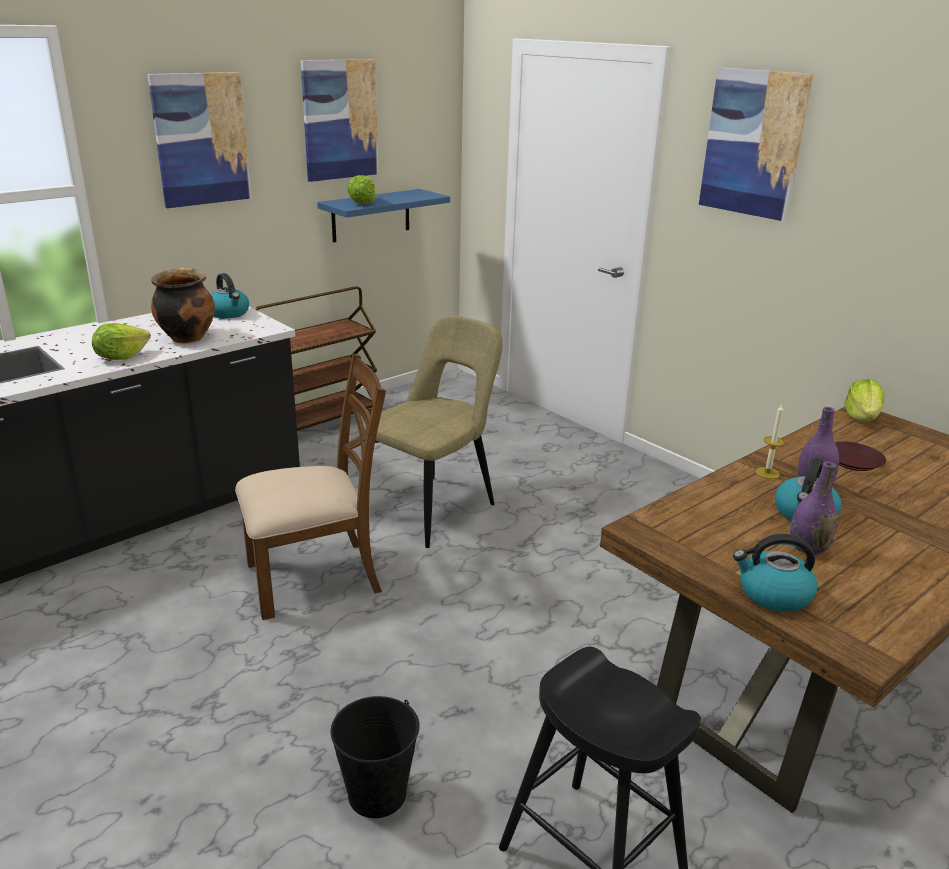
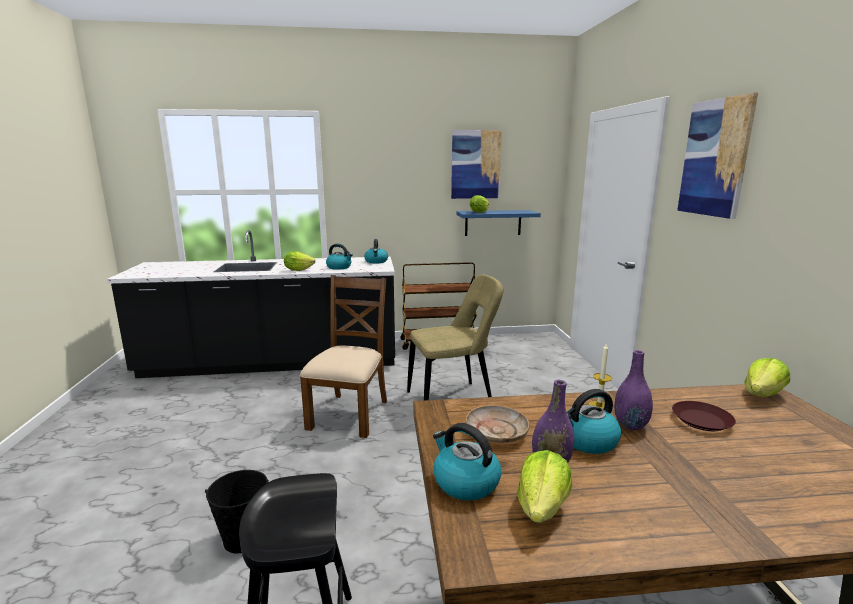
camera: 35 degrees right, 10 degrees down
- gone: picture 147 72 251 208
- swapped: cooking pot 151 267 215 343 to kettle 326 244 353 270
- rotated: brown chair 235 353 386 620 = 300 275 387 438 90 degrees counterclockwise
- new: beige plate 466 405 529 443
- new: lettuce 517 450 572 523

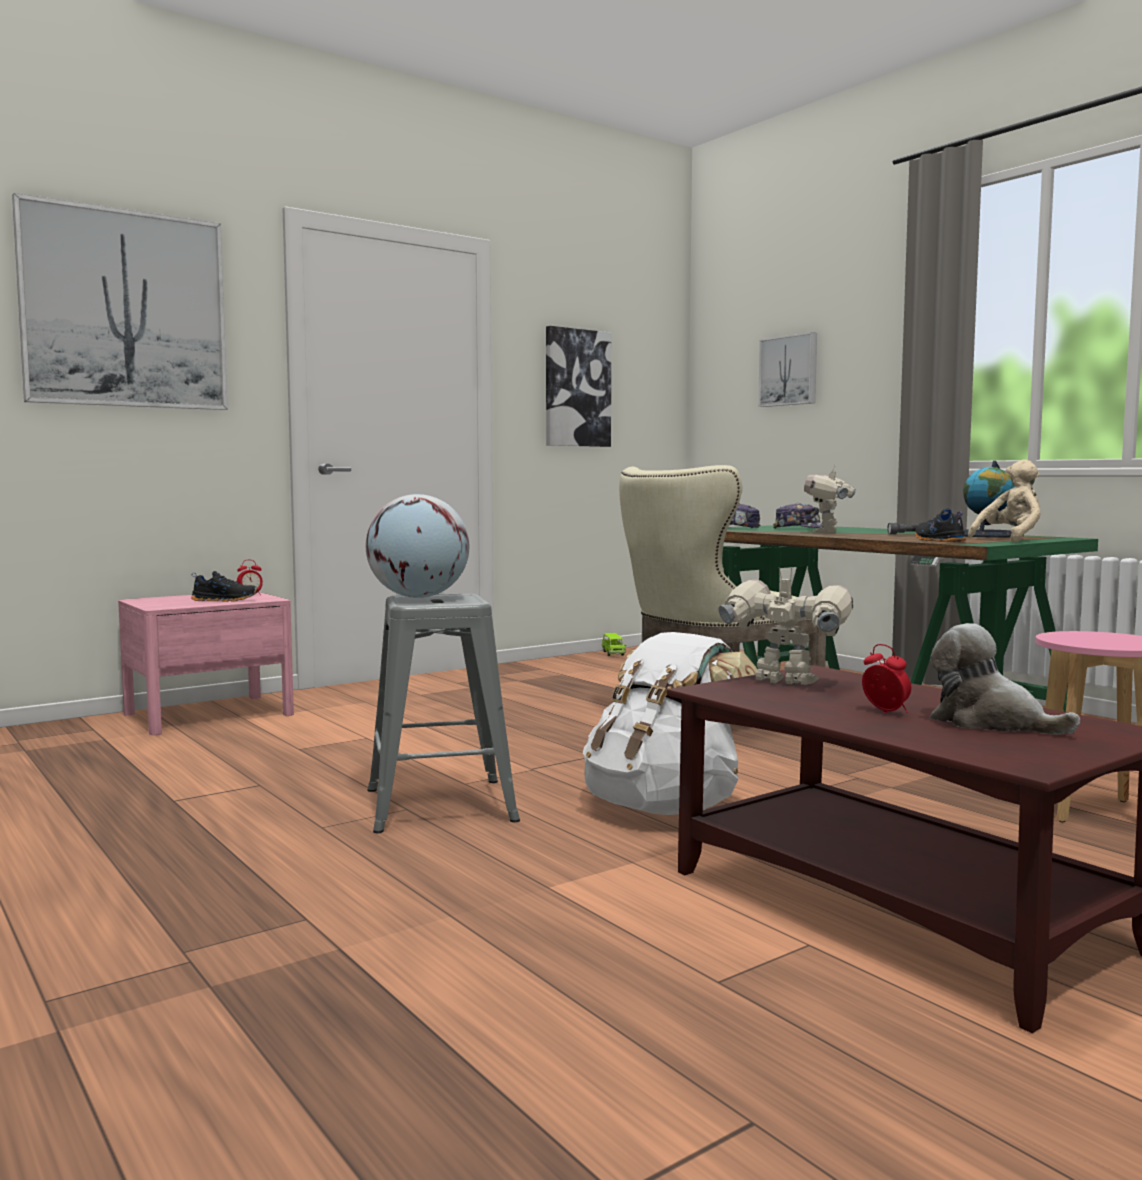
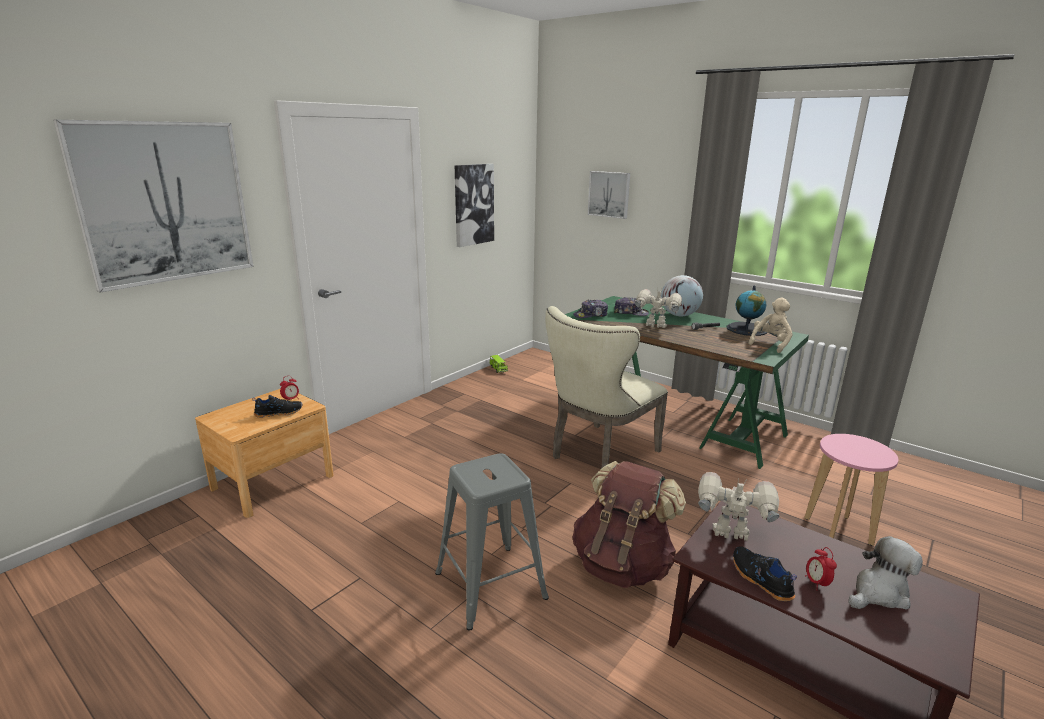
camera: 15 degrees left, 15 degrees up
- repainted: pink nightstand 118 592 294 735 to brown nightstand 195 389 334 518
- shifted: globe 366 494 469 598 to 661 275 703 316
- repainted: white backpack 583 632 757 815 to brown backpack 572 461 686 588
- rotated: toy robot 804 465 856 533 = 635 287 682 328 105 degrees clockwise
- rotated: alarm clock 862 644 911 713 = 805 547 837 590 135 degrees counterclockwise
- shifted: black shoe 915 509 966 542 to 733 547 797 601
- rotated: plush toy 930 623 1080 735 = 848 536 923 610 120 degrees clockwise

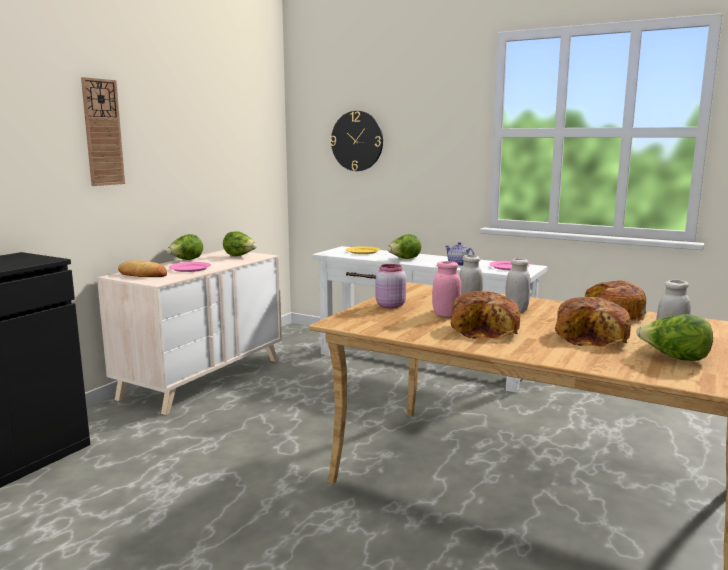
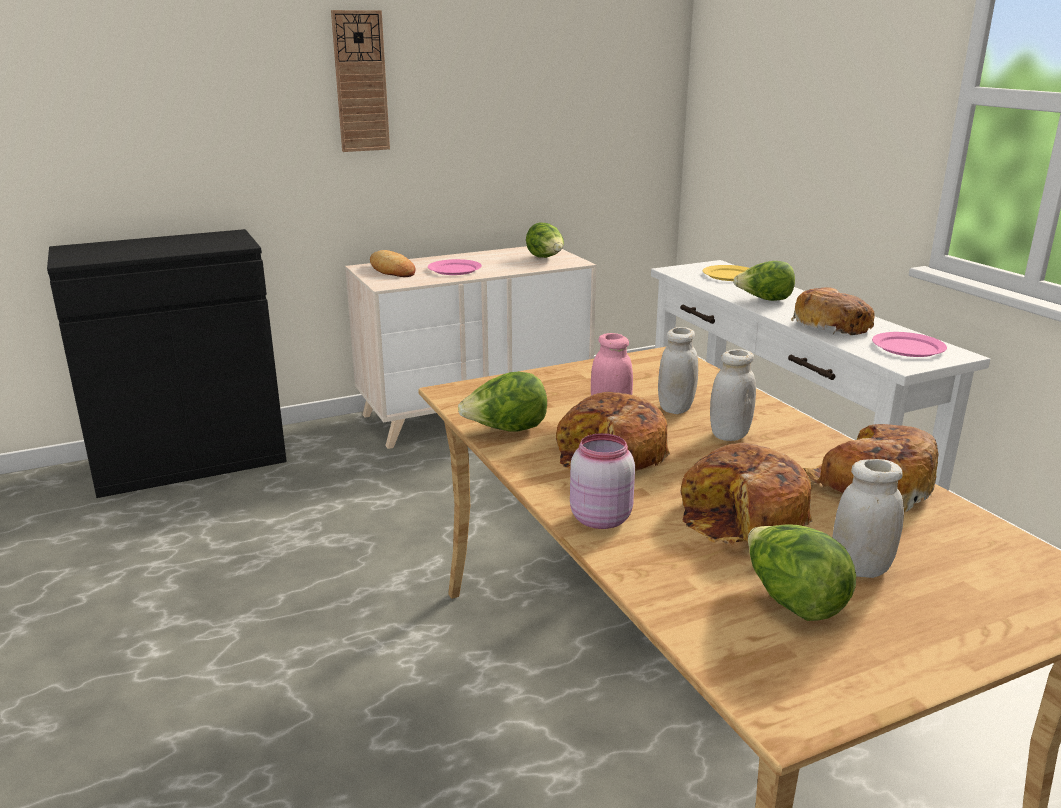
camera: 35 degrees right, 10 degrees up
- shifted: lettuce 167 234 203 260 to 458 372 547 432
- gone: wall clock 330 111 383 171
- shifted: pink jar 376 264 406 308 to 570 433 635 529
- swapped: teapot 445 242 475 266 to bread 791 287 875 335

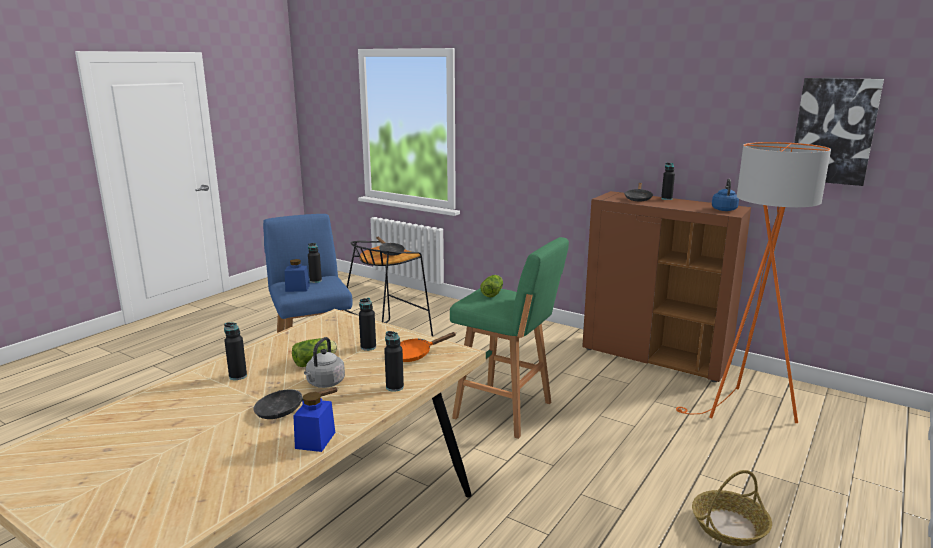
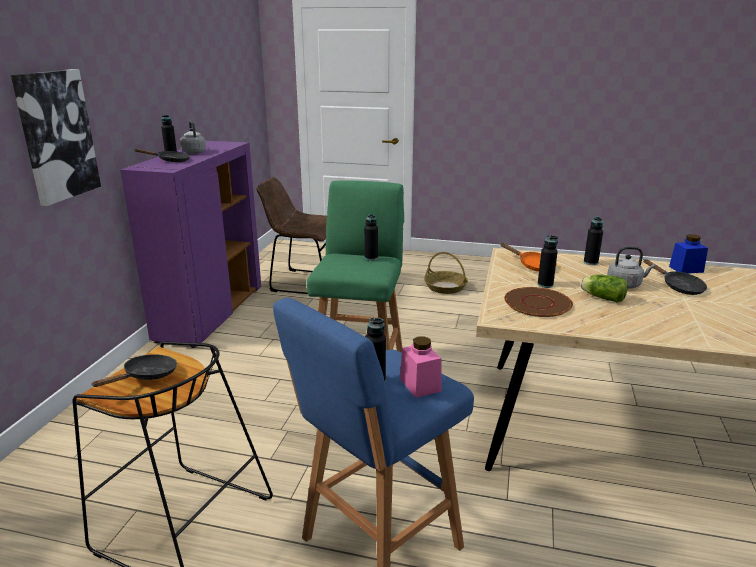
camera: 110 degrees left, 5 degrees up
- shifted: black bottle 224 322 247 380 to 364 214 378 261
- repainted: blue jar 285 259 310 292 to pink jar 400 337 442 398
- gone: lettuce 480 275 503 297
- repainted: brown cabinet 582 191 751 382 to purple cabinet 120 141 261 348
- swapped: orange floor lamp 676 142 831 423 to brown chair 257 177 327 294
- gone: blue kettle 712 179 739 211
- shifted: picture 794 78 884 186 to 11 69 101 206
- new: grey kettle 180 121 206 153
- new: brown plate 504 287 573 317

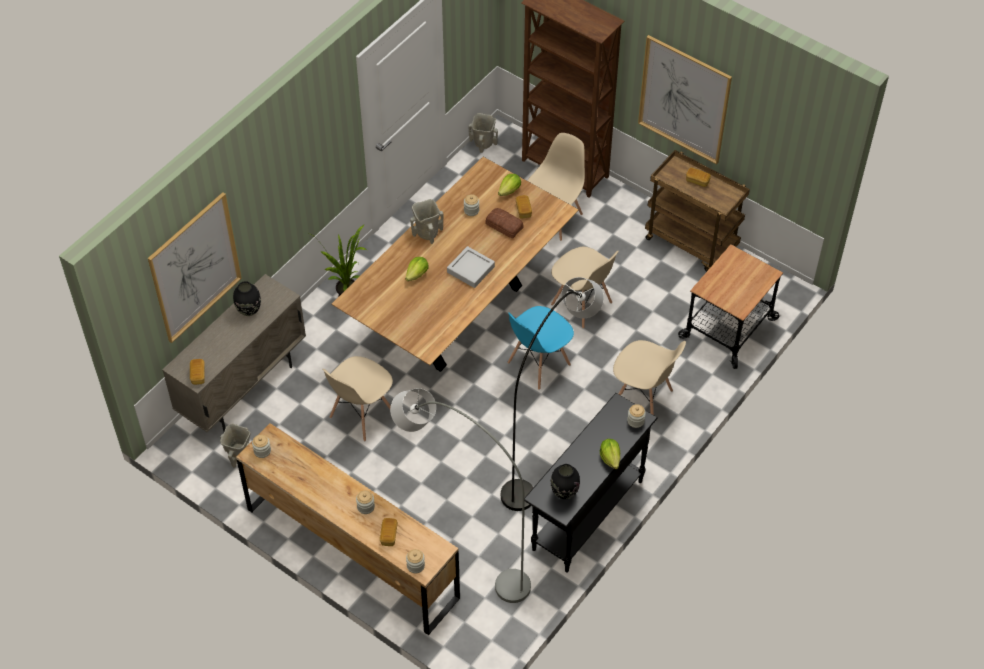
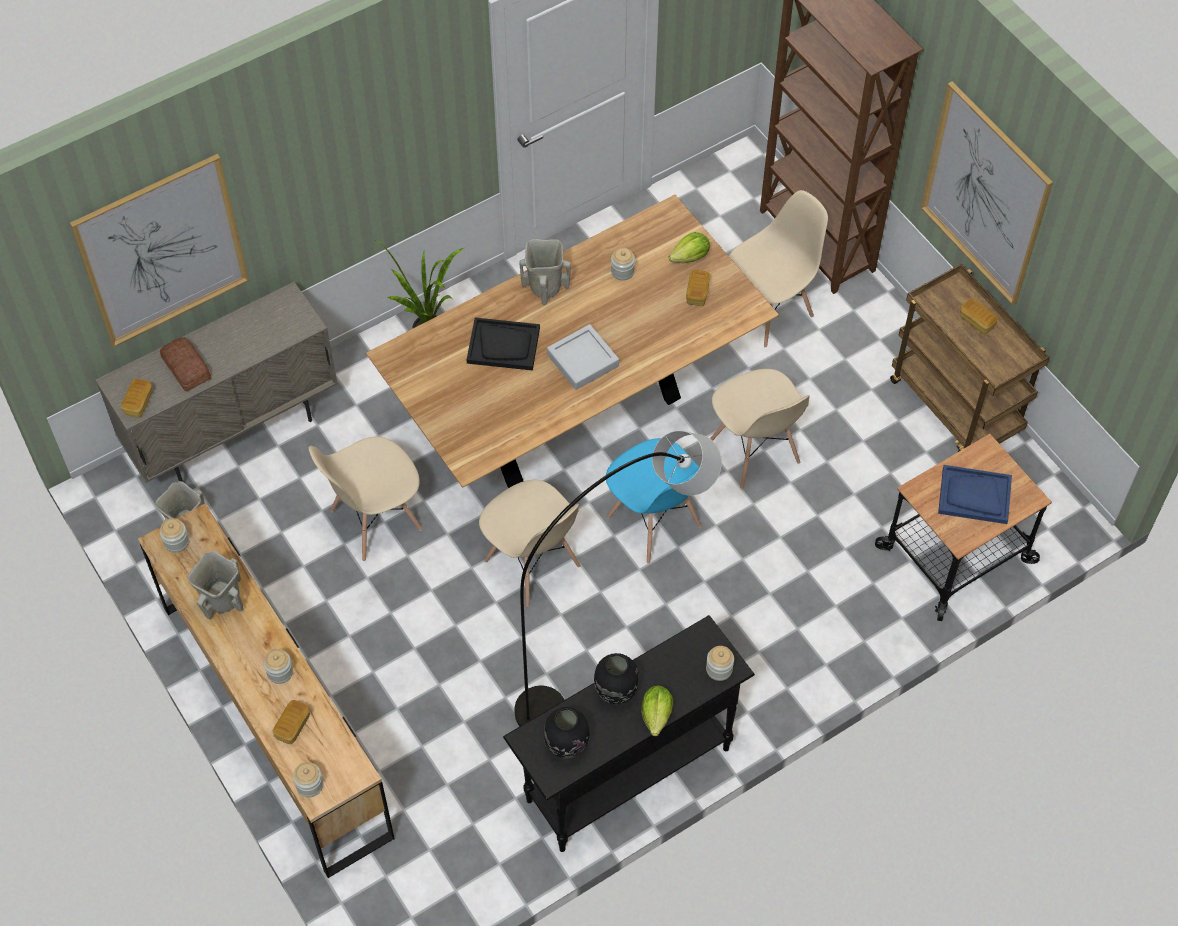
camera: 20 degrees right, 5 degrees up
- shifted: black vase 233 281 261 316 to 594 653 639 704
- gone: grey floor lamp 390 388 531 603
- swapped: lettuce 405 257 429 281 to black tray 467 318 540 371
- shifted: beige vase 469 113 498 153 to 188 551 244 619
- shifted: bread 485 208 524 239 to 160 337 212 392
- rotated: blue chair 507 306 574 390 = 606 438 702 564 105 degrees counterclockwise
- shifted: beige chair 613 340 686 415 to 479 480 581 607
- new: blue tray 938 465 1012 524

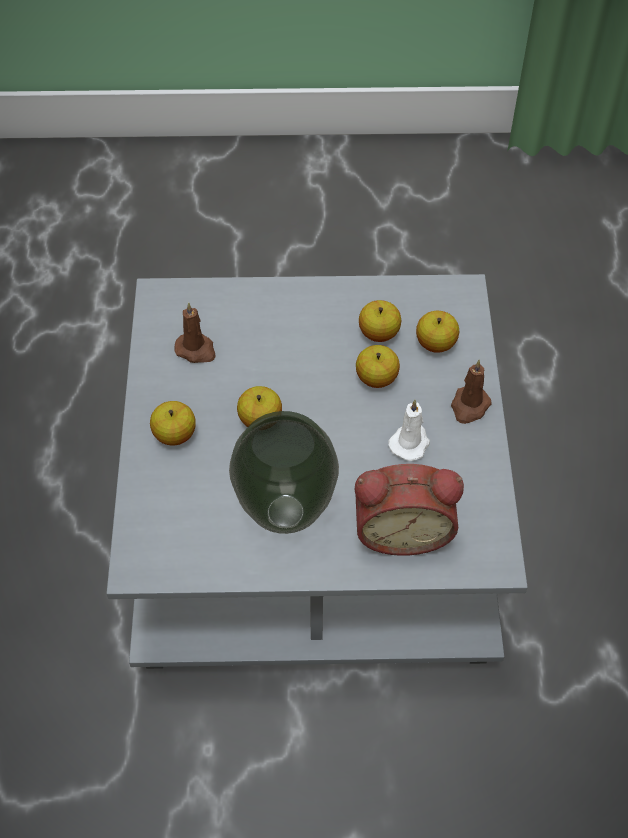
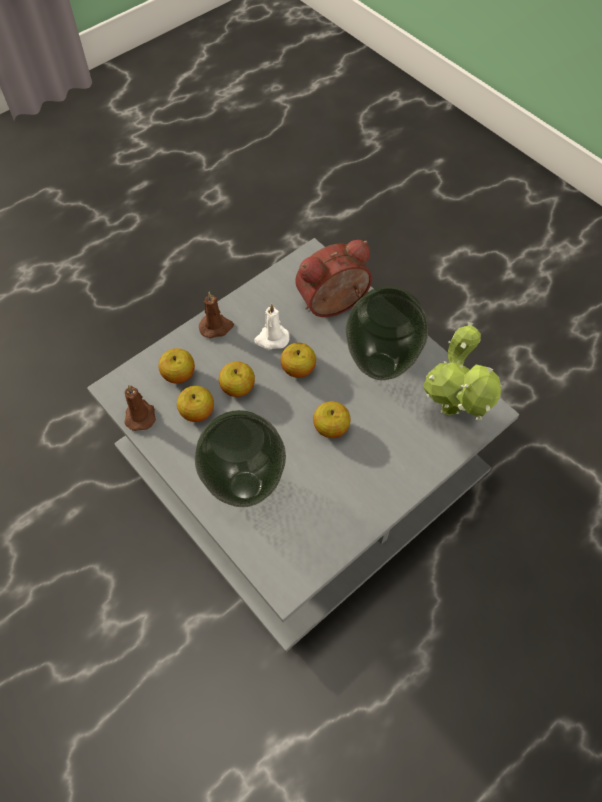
camera: 130 degrees left, 5 degrees up
- shifted: apple 150 401 196 446 to 281 343 316 378
- shifted: brown candle 174 302 216 363 to 124 385 156 431
- rotated: alarm clock 355 464 464 556 = 295 240 372 317 75 degrees counterclockwise
- new: vase 195 410 286 507
- new: potted plant 423 322 502 420

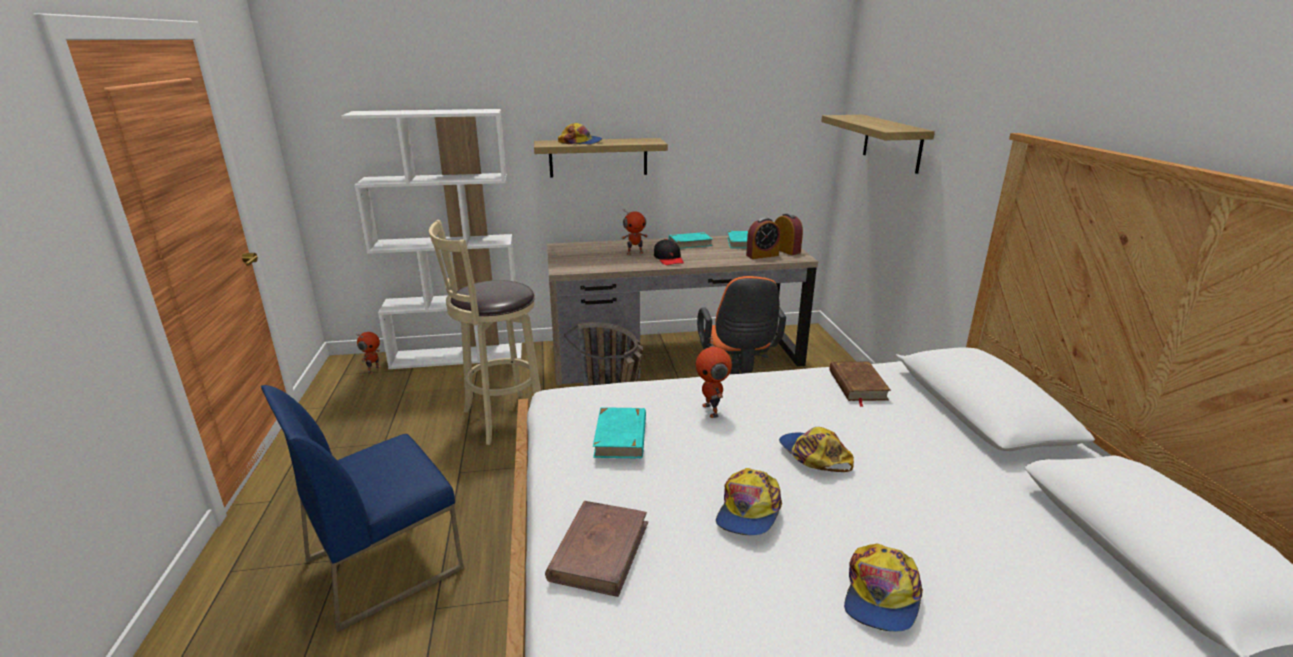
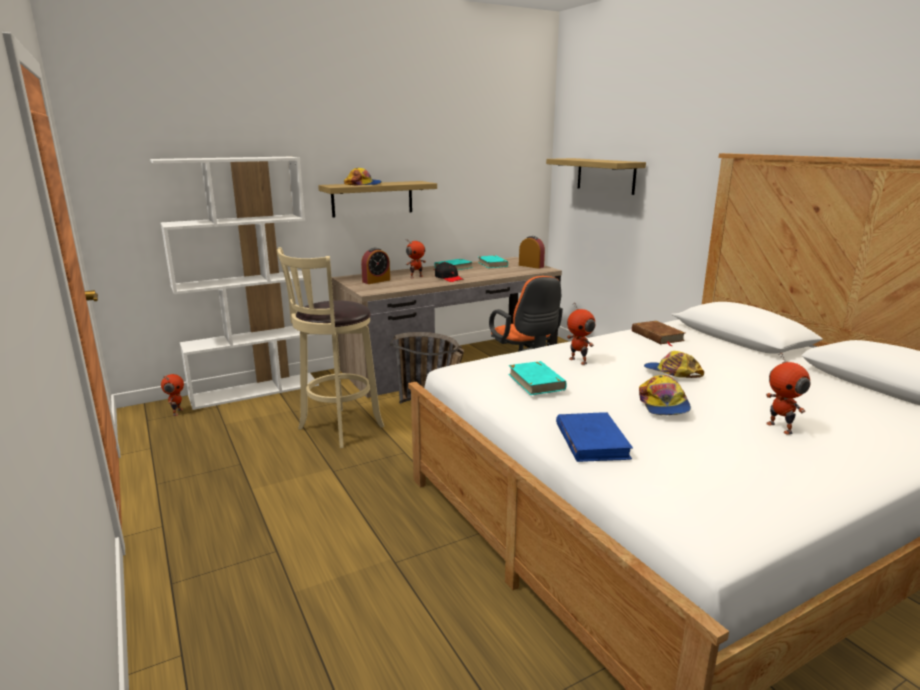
camera: 20 degrees left, 5 degrees down
- gone: blue chair 261 385 464 632
- repainted: brown book 545 501 648 597 to blue book 556 413 633 462
- shifted: alarm clock 746 218 781 259 to 361 248 390 284
- swapped: cap 844 544 923 632 to toy robot 766 352 810 435

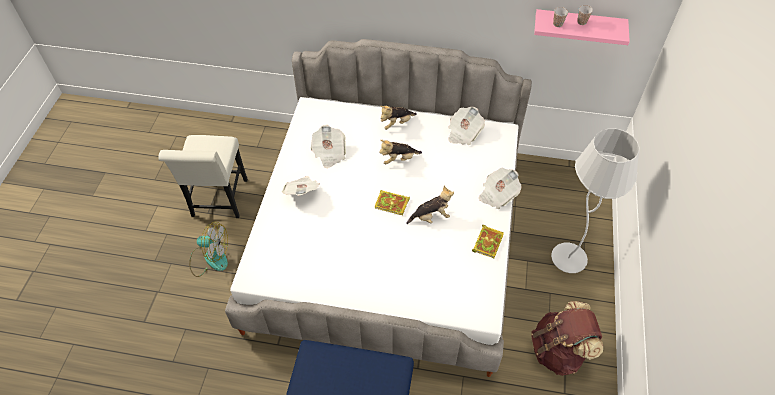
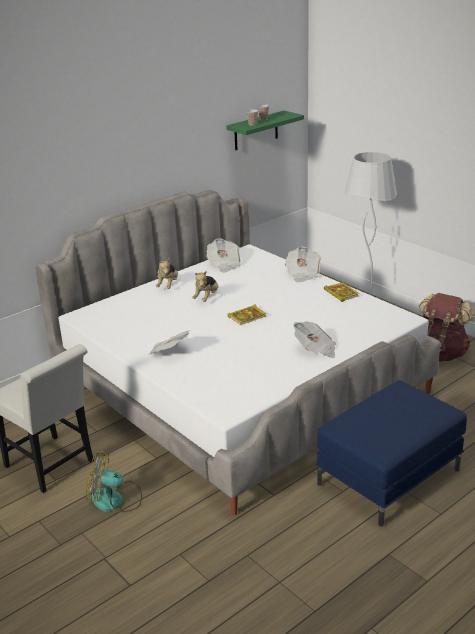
camera: 50 degrees left, 25 degrees down
- rotated: fan 189 222 228 277 = 86 450 142 512 135 degrees counterclockwise
- shifted: newspaper 311 125 346 168 to 293 322 336 358
- gone: plush toy 406 186 454 224
- repainted: pink shelf 534 9 630 45 to green shelf 226 111 304 150

